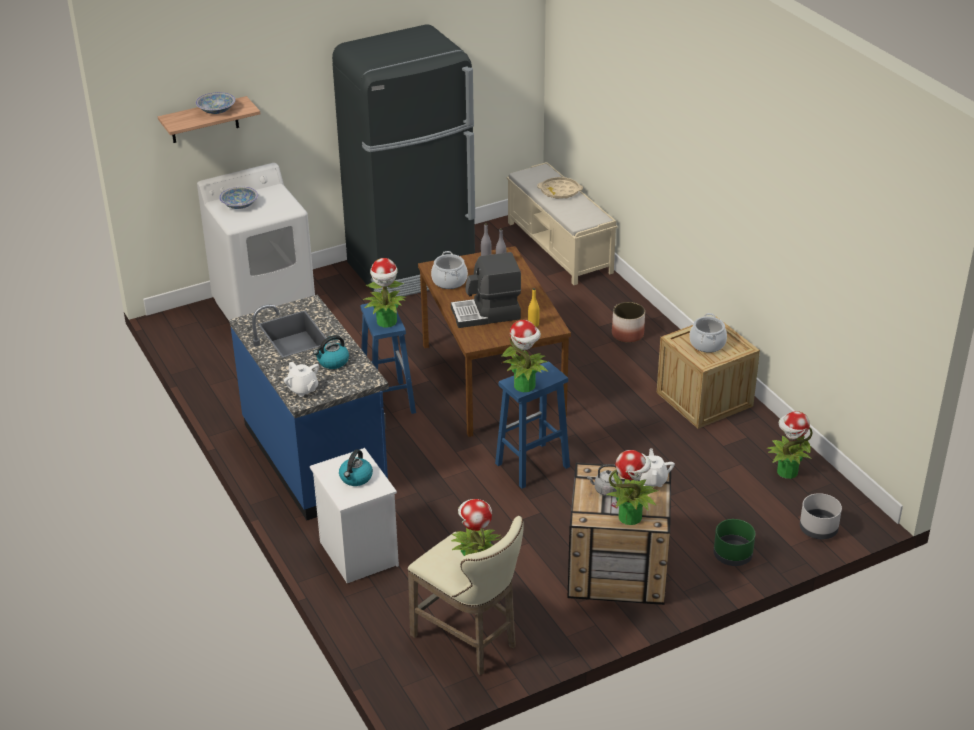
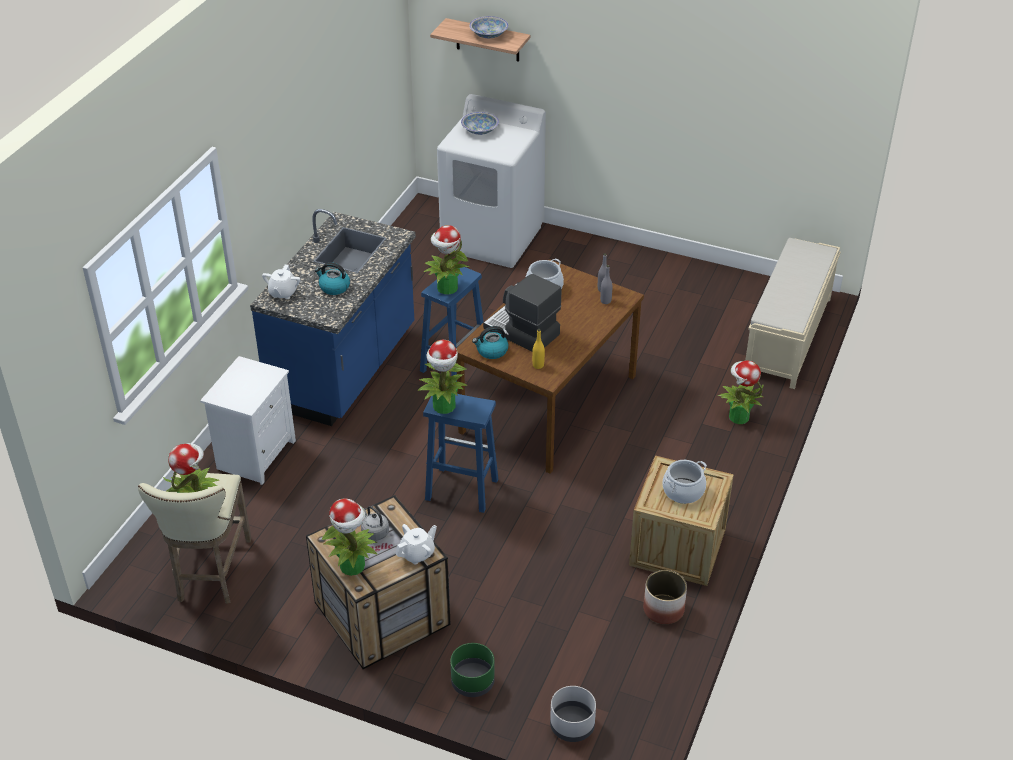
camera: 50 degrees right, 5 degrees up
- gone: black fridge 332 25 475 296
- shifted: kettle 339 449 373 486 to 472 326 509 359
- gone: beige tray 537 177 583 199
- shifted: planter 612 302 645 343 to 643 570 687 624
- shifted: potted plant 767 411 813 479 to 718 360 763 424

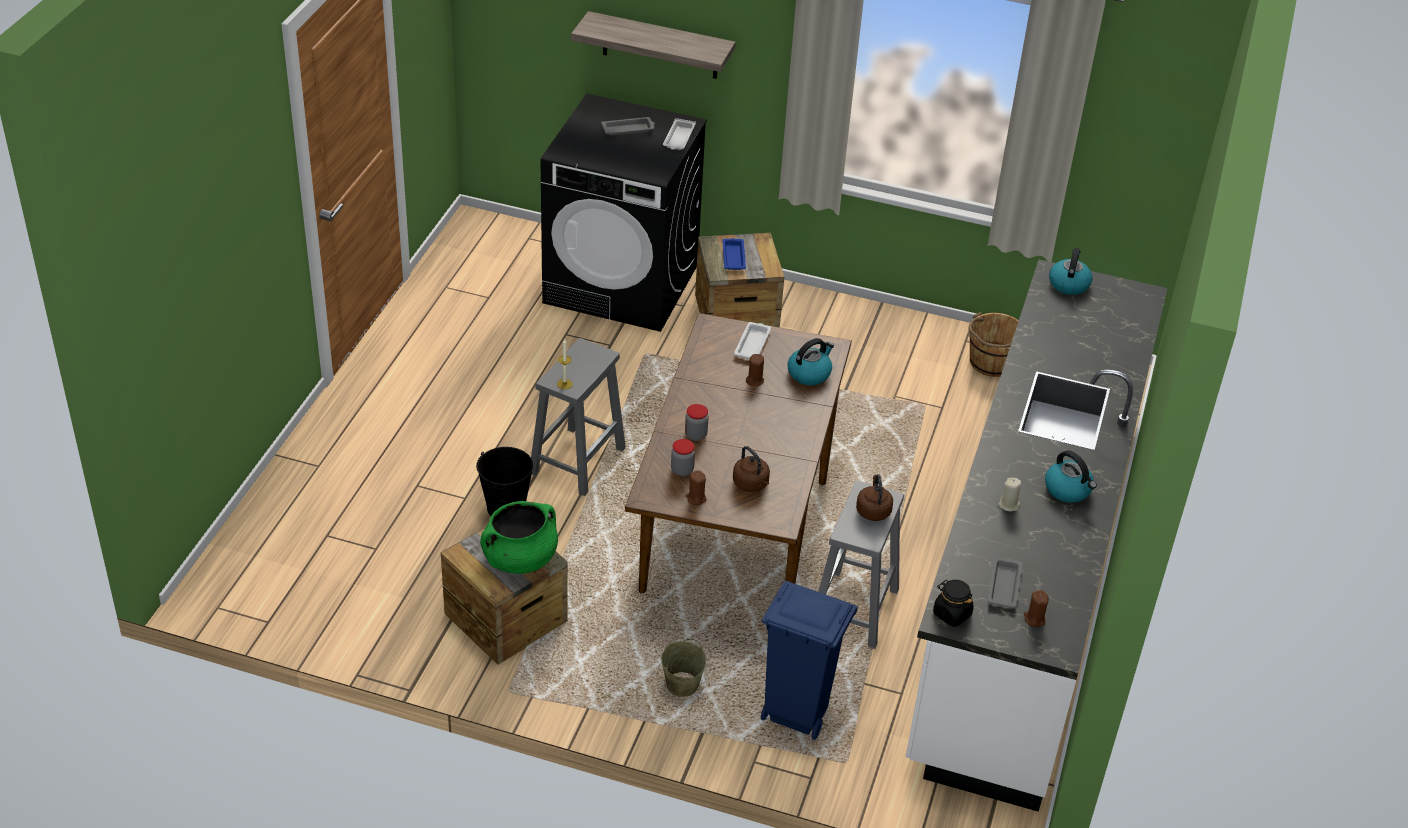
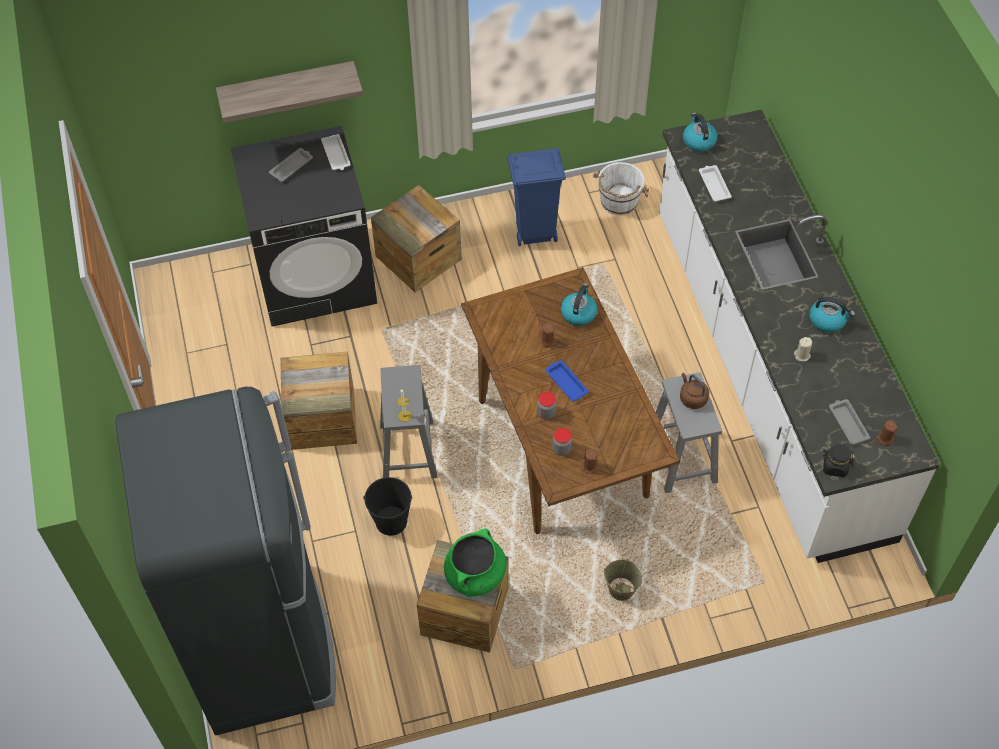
camera: 30 degrees left, 15 degrees up
- shifted: blue tray 722 238 746 270 to 545 360 589 402
- gone: brown kettle 733 446 770 492
- shifted: white tray 734 322 771 359 to 699 165 732 202
- shifted: blue trash can 761 581 858 740 to 507 148 566 247
- repainted: brown bucket 968 312 1019 377 to white bucket 593 162 649 215
- new: black fridge 115 387 336 735
- new: crate 280 352 357 450

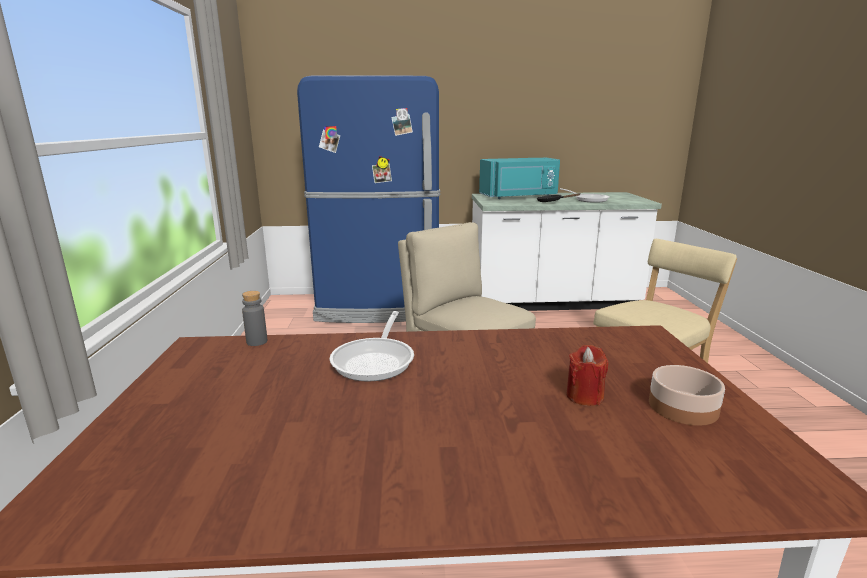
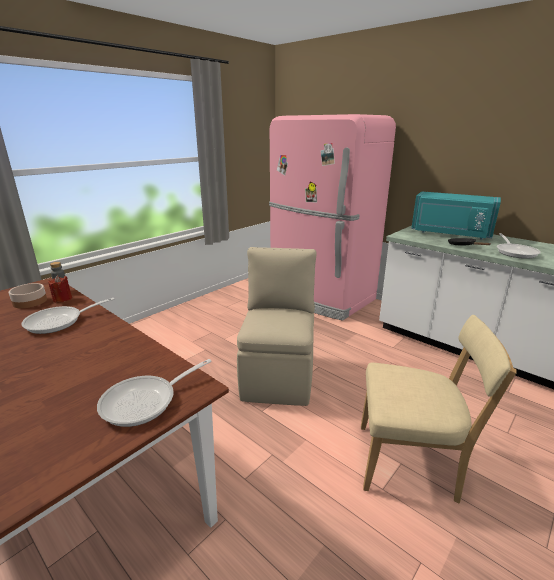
camera: 45 degrees right, 5 degrees up
- repainted: blue fridge 297 76 440 323 to pink fridge 269 114 396 321
- shifted: red candle 566 345 608 406 to 48 275 72 303
- shifted: bowl 649 365 725 426 to 9 283 47 308
- new: frying pan 97 359 212 427

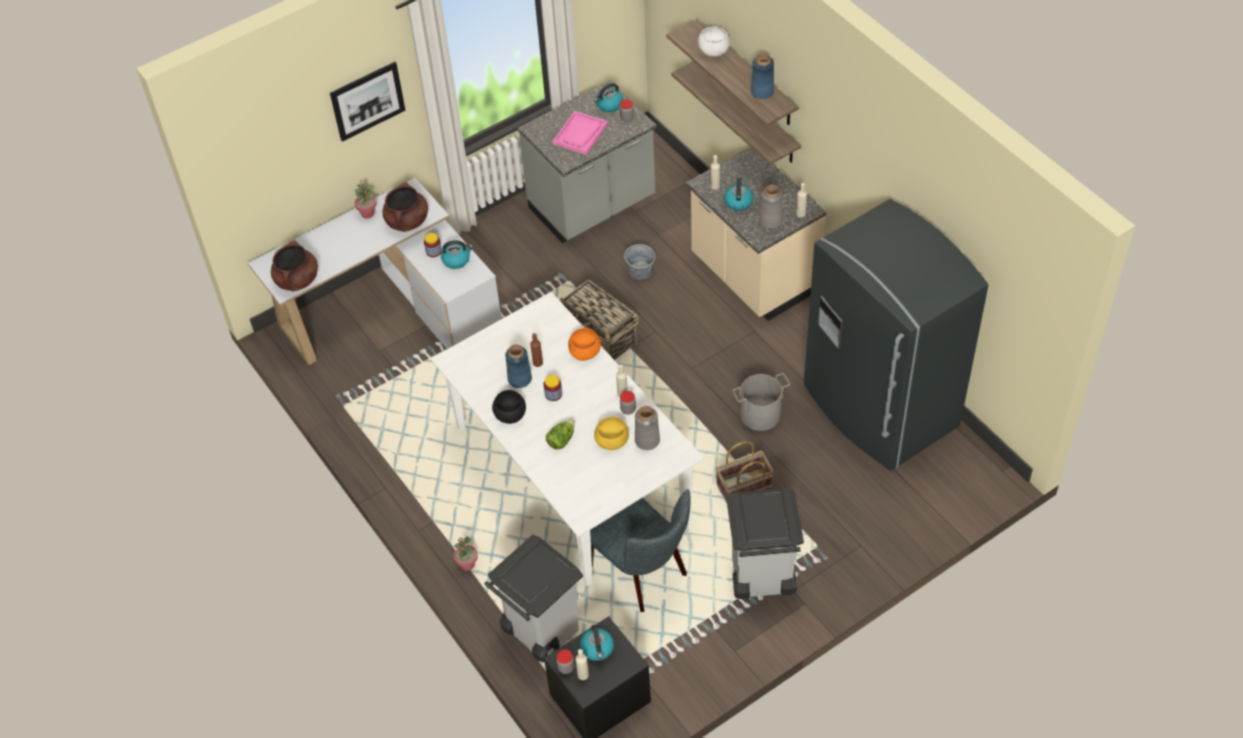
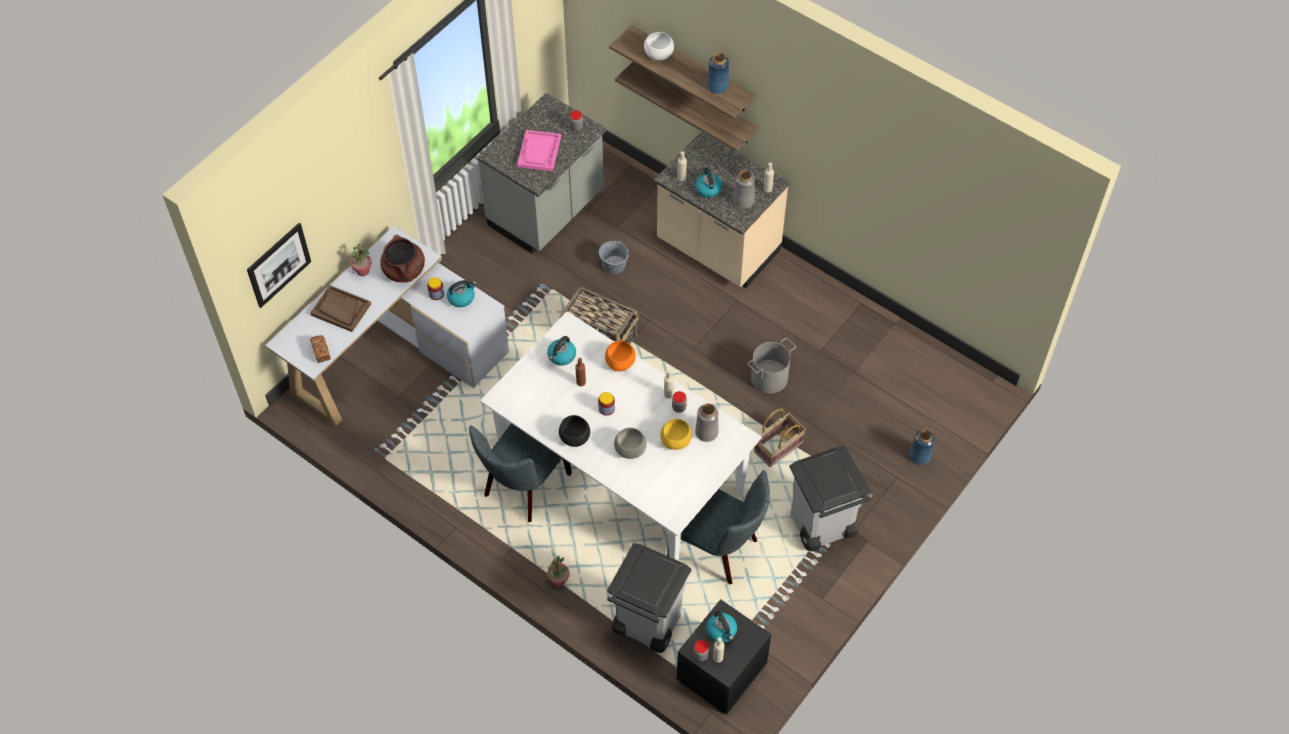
camera: 20 degrees left, 5 degrees up
- swapped: brown cooking pot 271 240 318 291 to bread 310 335 330 363
- shifted: picture 330 62 406 142 to 247 223 311 308
- shifted: blue vase 505 344 532 388 to 909 429 935 465
- swapped: lettuce 546 420 575 449 to grey bowl 614 428 647 459
- shifted: kettle 594 83 623 112 to 547 336 576 366
- gone: grey fridge 804 199 988 471
- new: brown tray 310 285 371 332
- new: grey chair 469 423 572 522

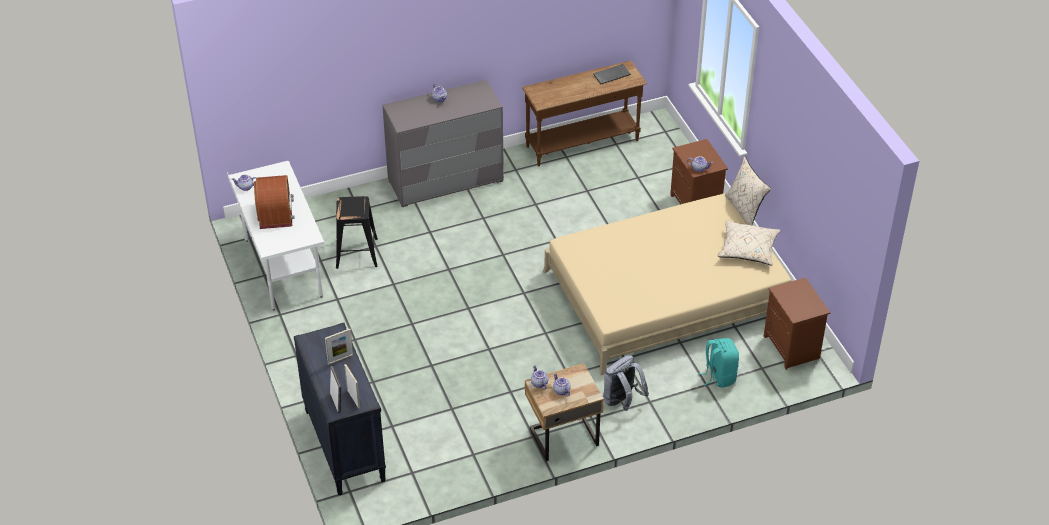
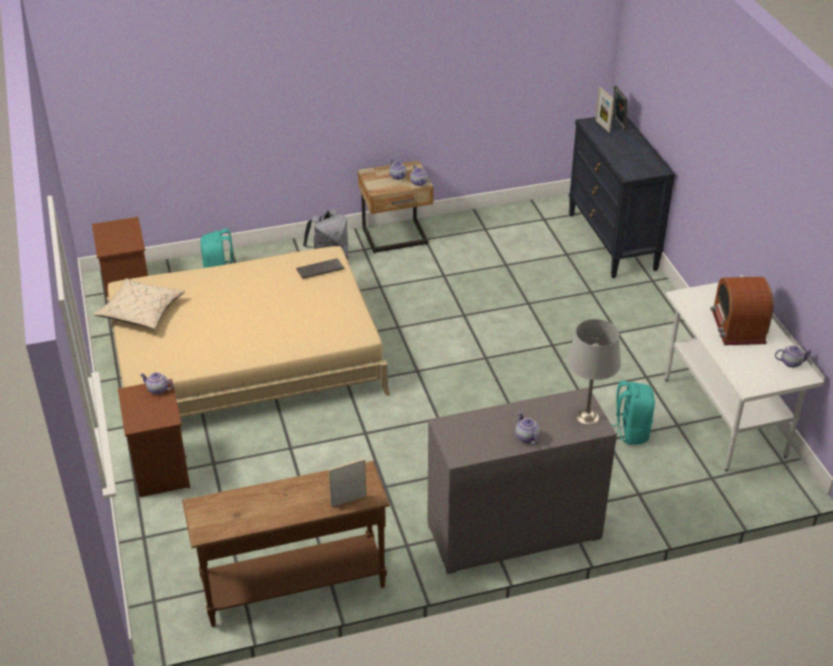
camera: 175 degrees left, 5 degrees down
- shifted: picture frame 325 329 353 365 to 328 458 367 507
- swapped: black stool 336 196 378 269 to turquoise backpack 611 381 655 445
- shifted: keyboard 593 64 631 84 to 296 258 344 279
- gone: beige pillow 725 156 771 225
- new: grey table lamp 567 319 621 425

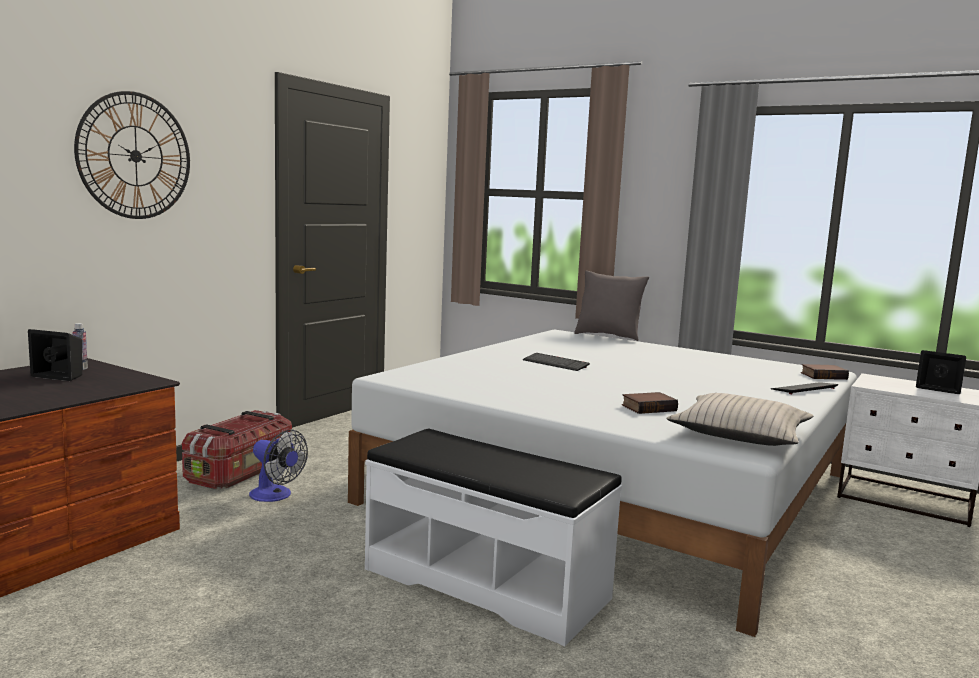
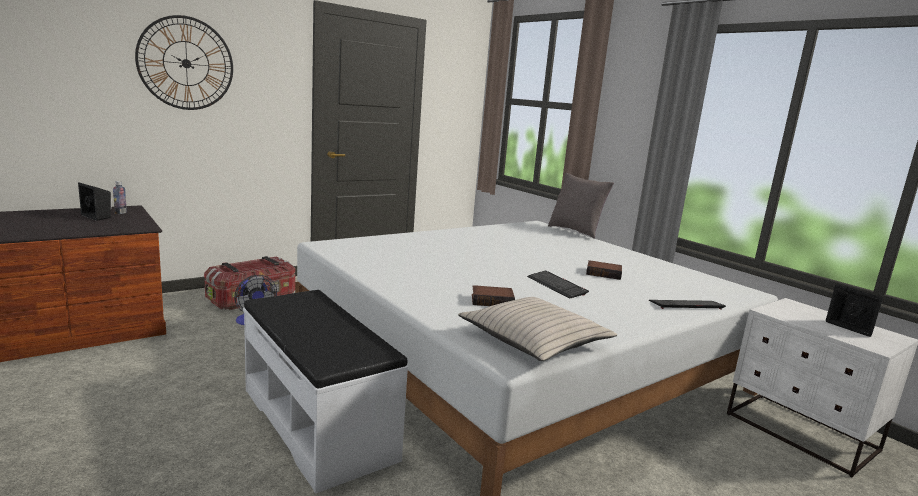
camera: 20 degrees right, 5 degrees up
- shifted: keyboard 523 353 590 371 to 527 271 589 298
- shifted: book 801 364 849 380 to 586 260 622 280

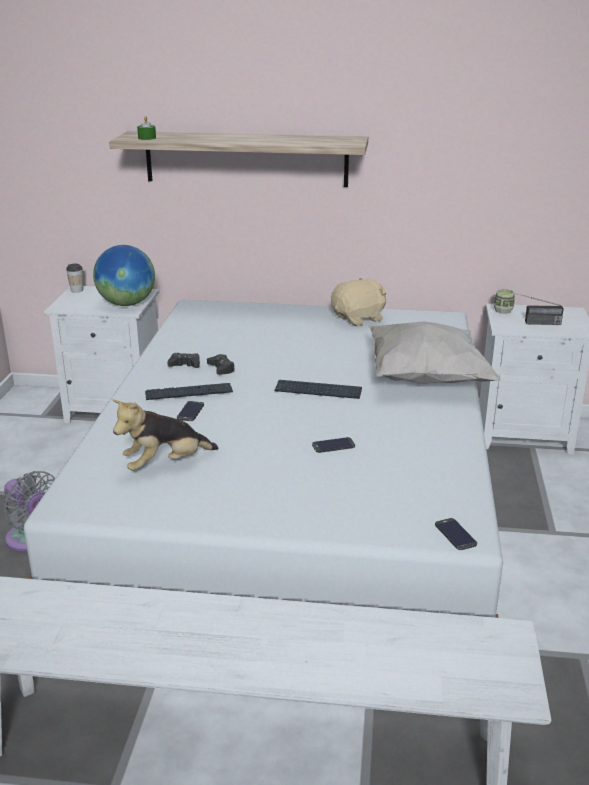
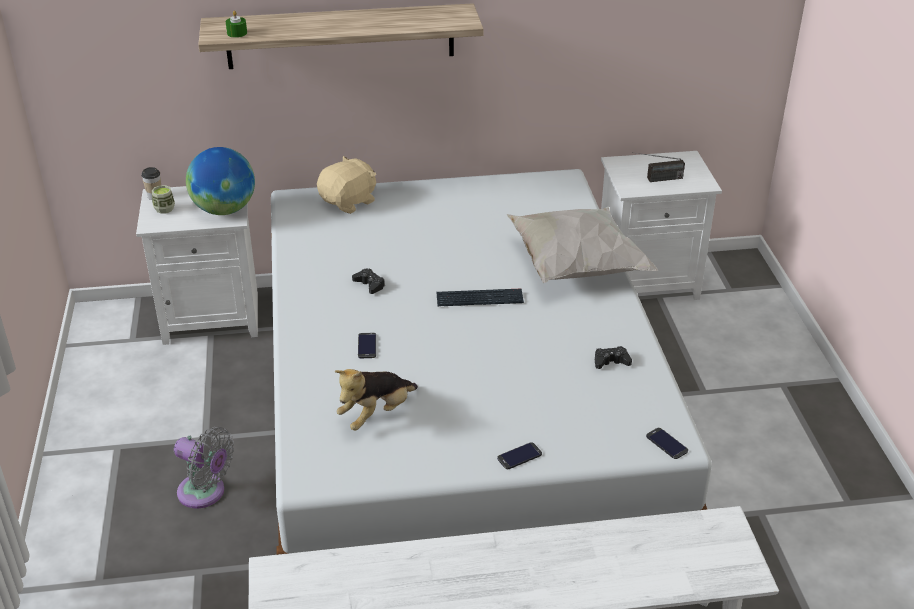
camera: 15 degrees left, 10 degrees up
- gone: keyboard 145 383 233 400
- shifted: black game controller 167 353 200 368 to 595 346 632 369
- shifted: phone 312 437 355 453 to 497 442 542 469
- shifted: beige plush toy 331 278 386 326 to 317 156 376 214
- shifted: cup 494 289 514 314 to 152 185 175 214

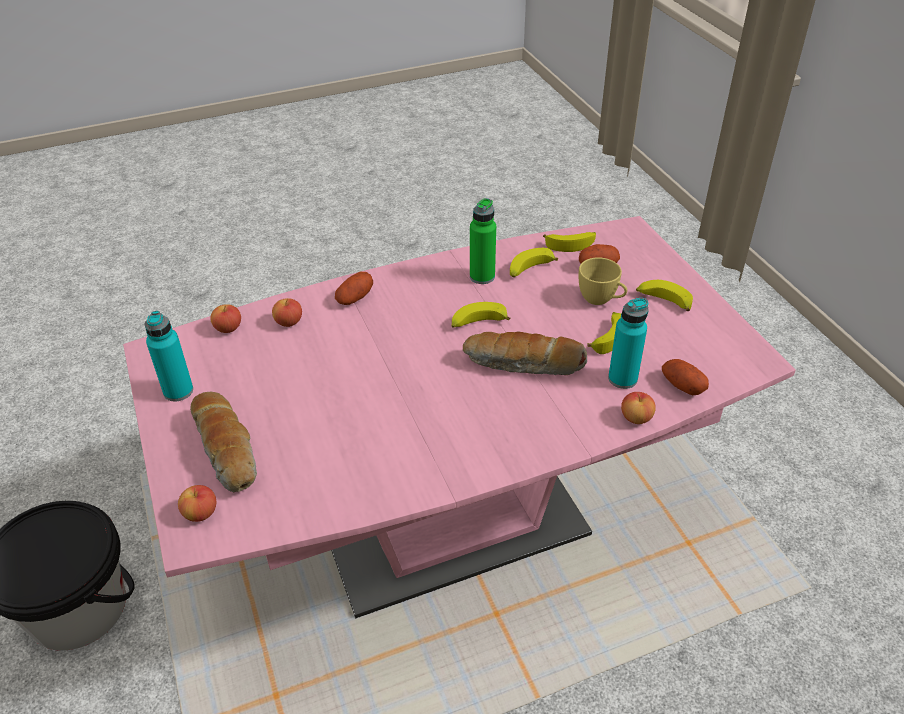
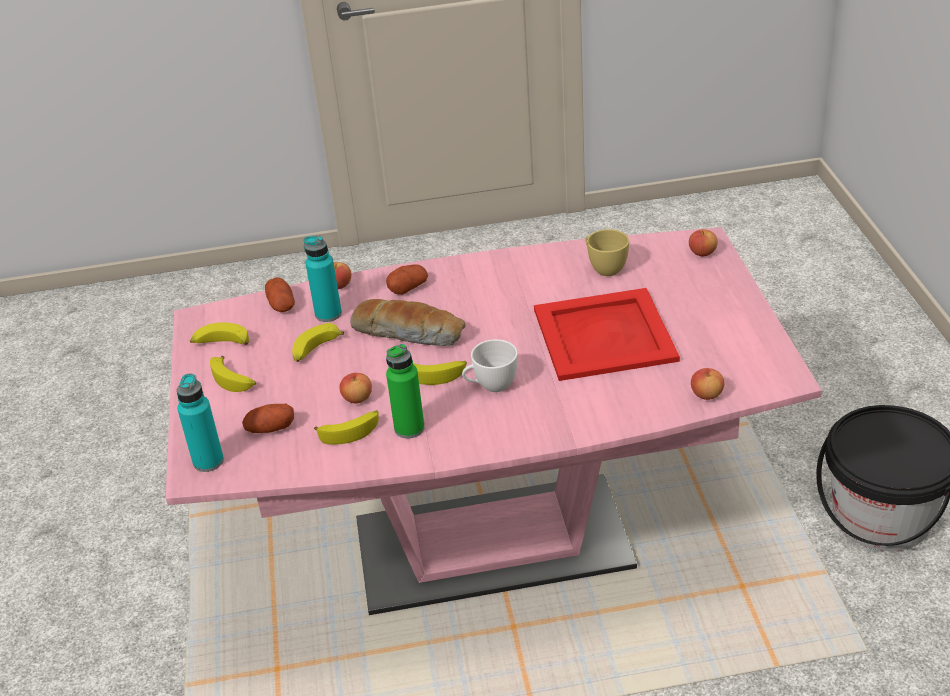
camera: 165 degrees left, 5 degrees down
- shifted: turquoise bottle 145 311 193 401 to 177 373 224 472
- gone: bread 190 392 257 492
- shifted: apple 272 298 302 327 to 339 373 372 403
- shifted: potato 335 272 373 305 to 386 264 428 295
- shifted: banana 543 232 596 252 to 190 322 249 345
- shifted: yellow cup 579 257 627 305 to 585 229 629 276
- new: white cup 462 339 518 392
- new: red tray 534 288 680 381

